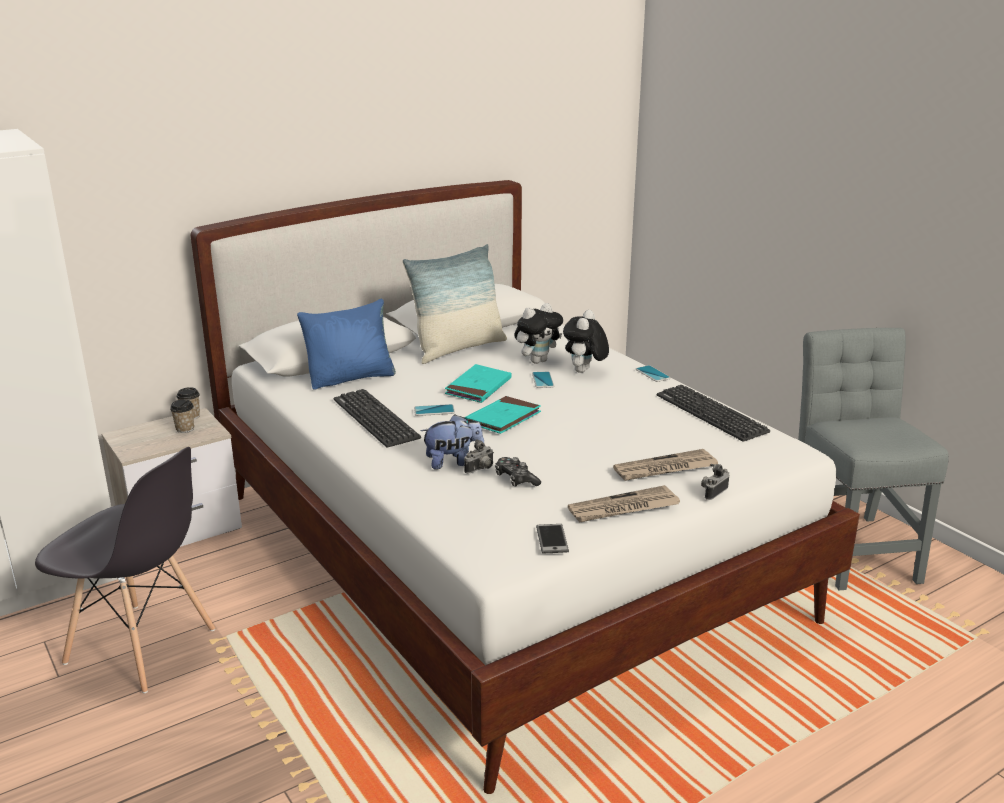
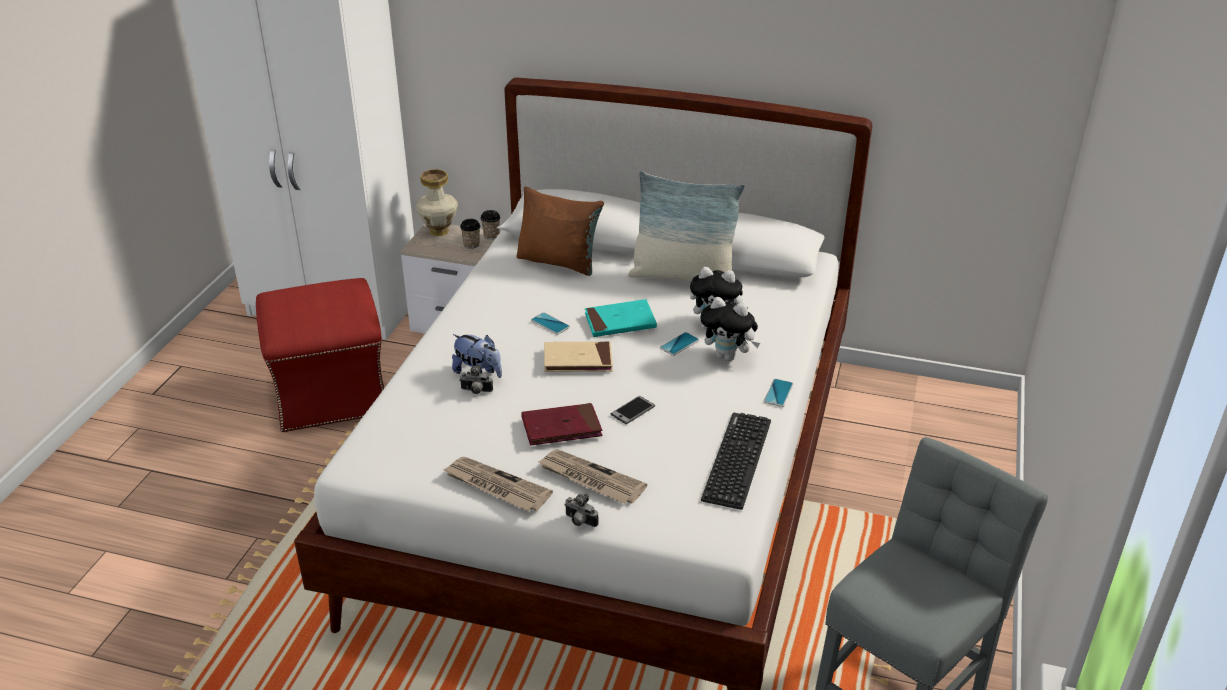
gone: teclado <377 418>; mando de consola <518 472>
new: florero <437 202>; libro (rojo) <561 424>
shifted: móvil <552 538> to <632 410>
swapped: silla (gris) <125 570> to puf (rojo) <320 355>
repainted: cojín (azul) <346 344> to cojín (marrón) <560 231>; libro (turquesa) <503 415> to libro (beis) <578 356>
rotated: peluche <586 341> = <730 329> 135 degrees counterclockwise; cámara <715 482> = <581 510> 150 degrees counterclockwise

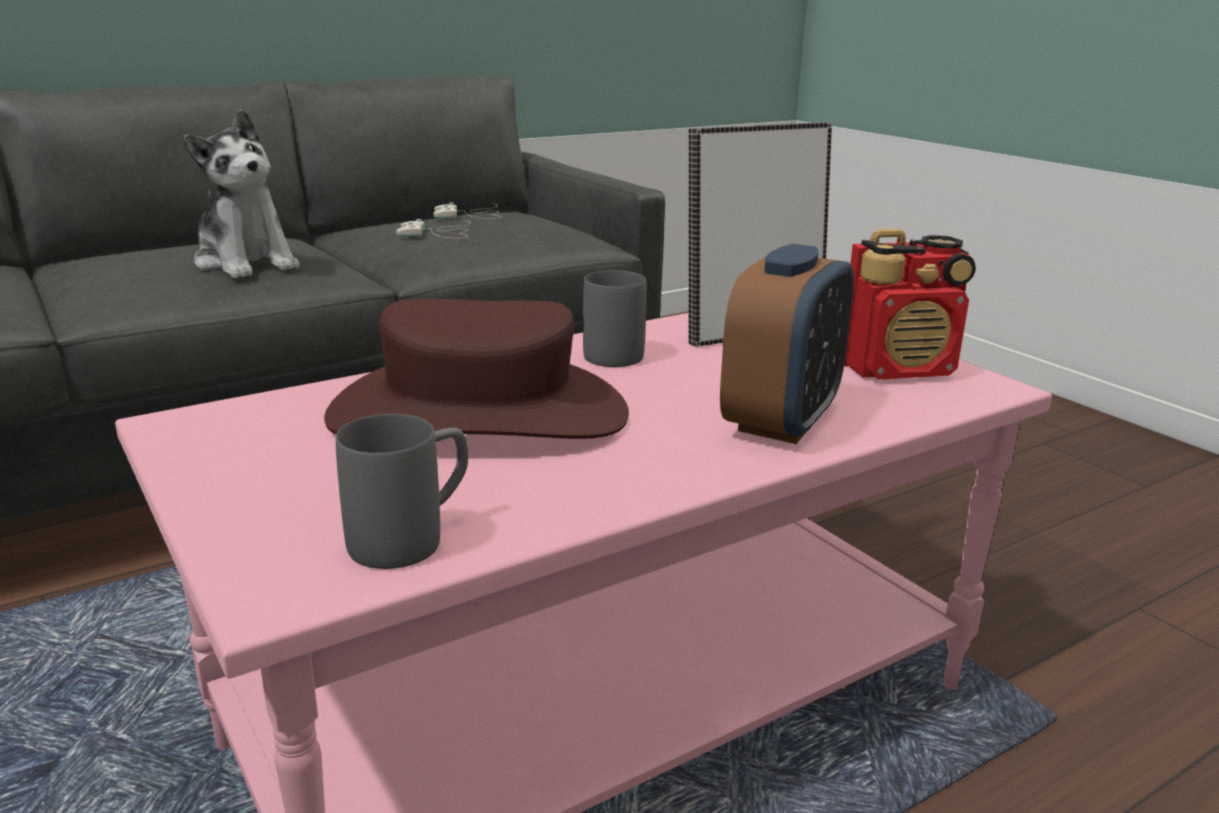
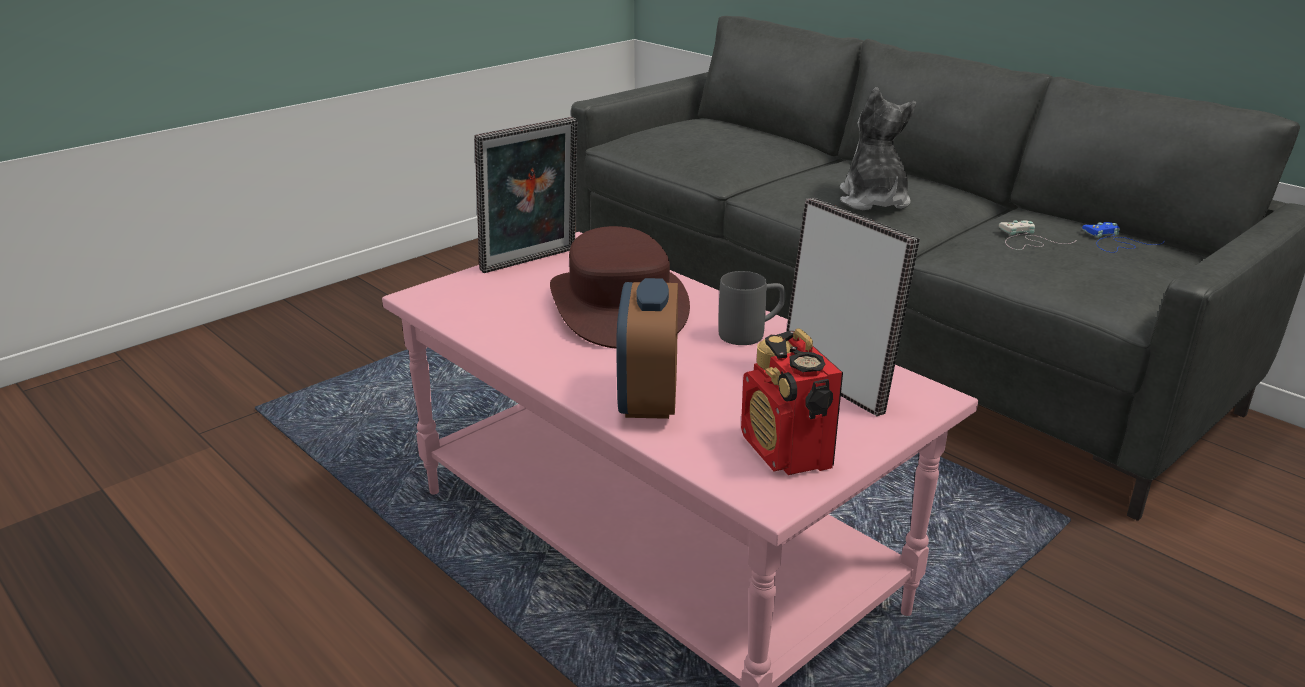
gone: taza grande (gris) <402 491>
new: portarretratos <526 195>
repainted: mando de consola (blanco) <467 210> to mando de consola (azul) <1123 237>
rotated: peluche <242 193> = <878 148> 135 degrees clockwise; despertador <787 344> = <647 348> 75 degrees clockwise

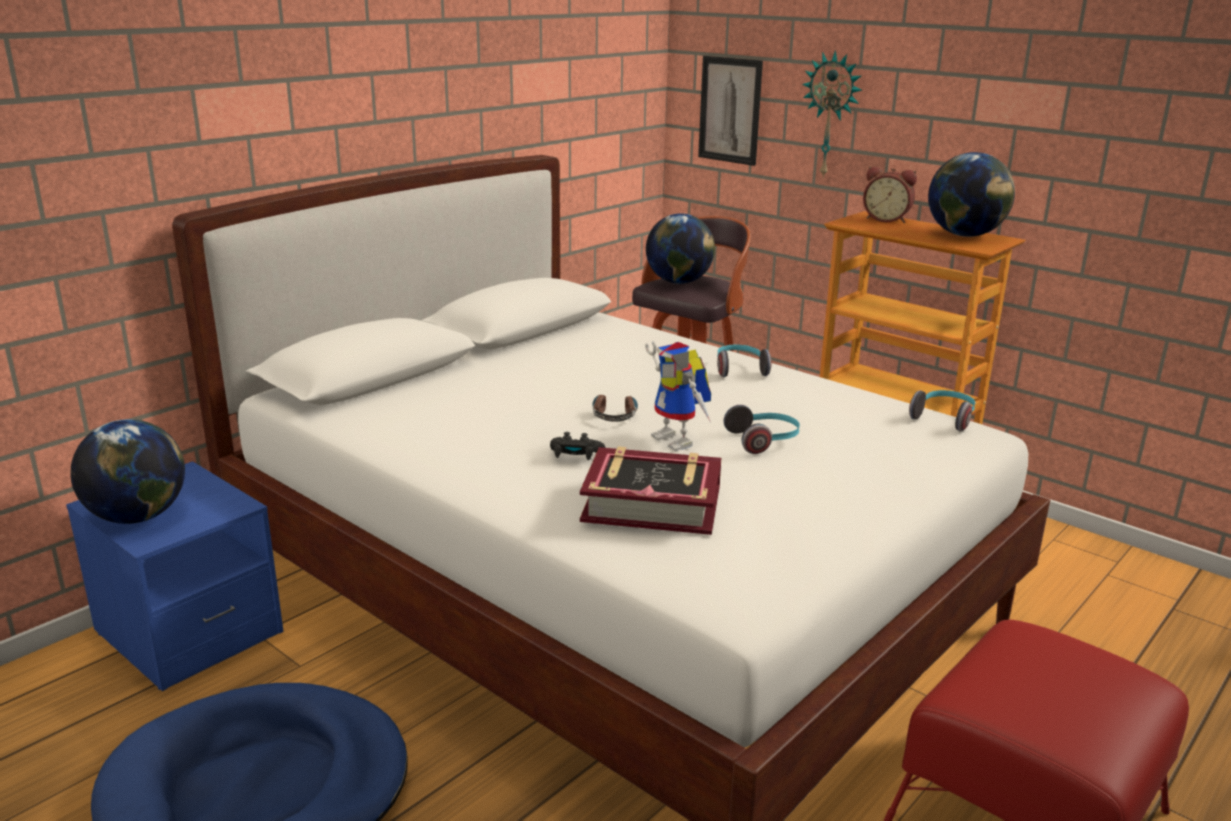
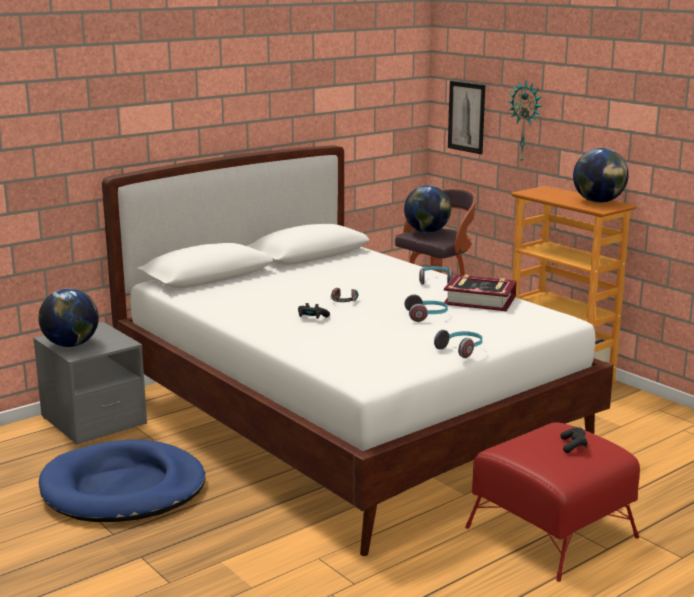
gone: robot de juguete <678 396>; despertador <890 194>
new: mando de consola (negro) <574 440>
shifted: libro <650 490> to <480 293>; auriculares <942 411> to <458 344>
repainted: mesita de noche (azul) <175 576> to mesita de noche (gris) <90 383>

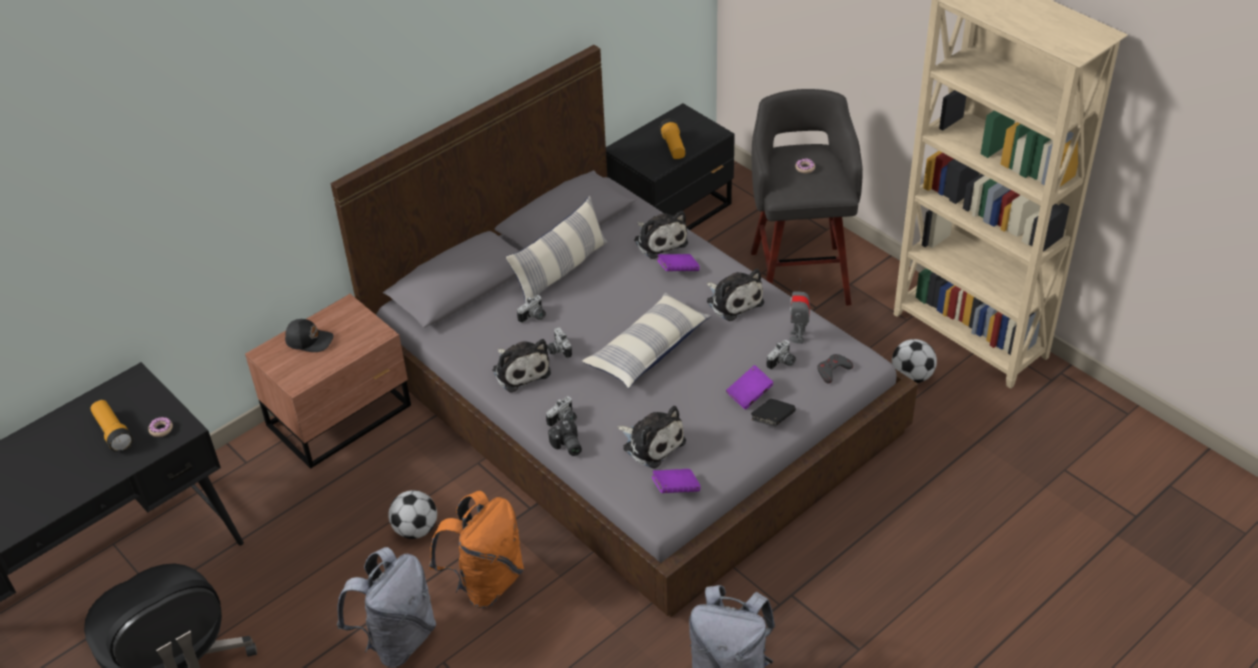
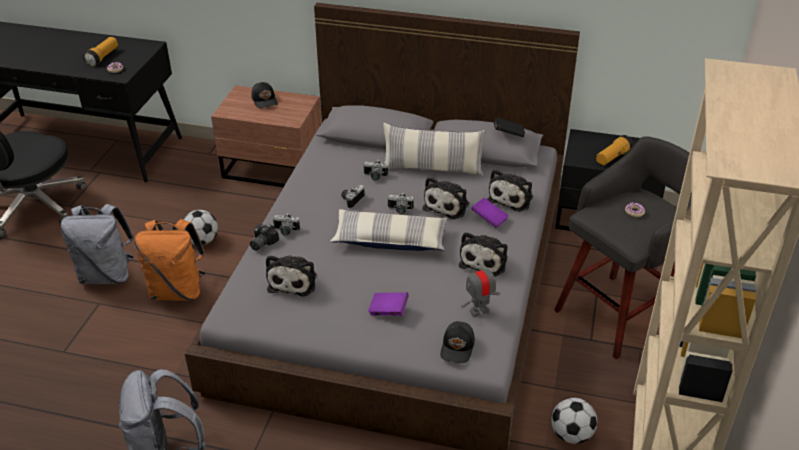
gone: libro (morado) <676 481>
shifted: peluche <522 366> to <446 198>; libro (negro) <773 412> to <509 127>; cámara <781 355> to <401 203>
swapped: mando de consola (gris) <835 368> to gorra (negro) <457 342>

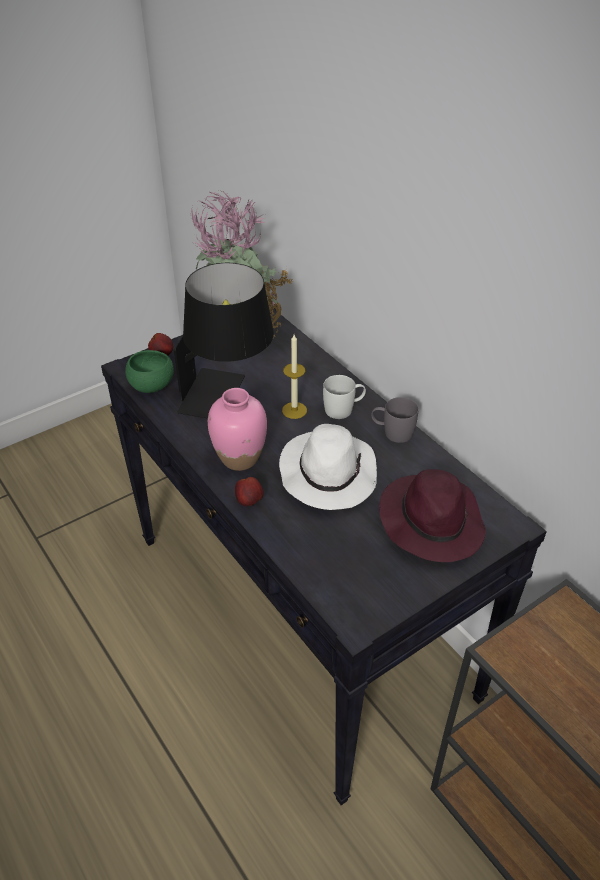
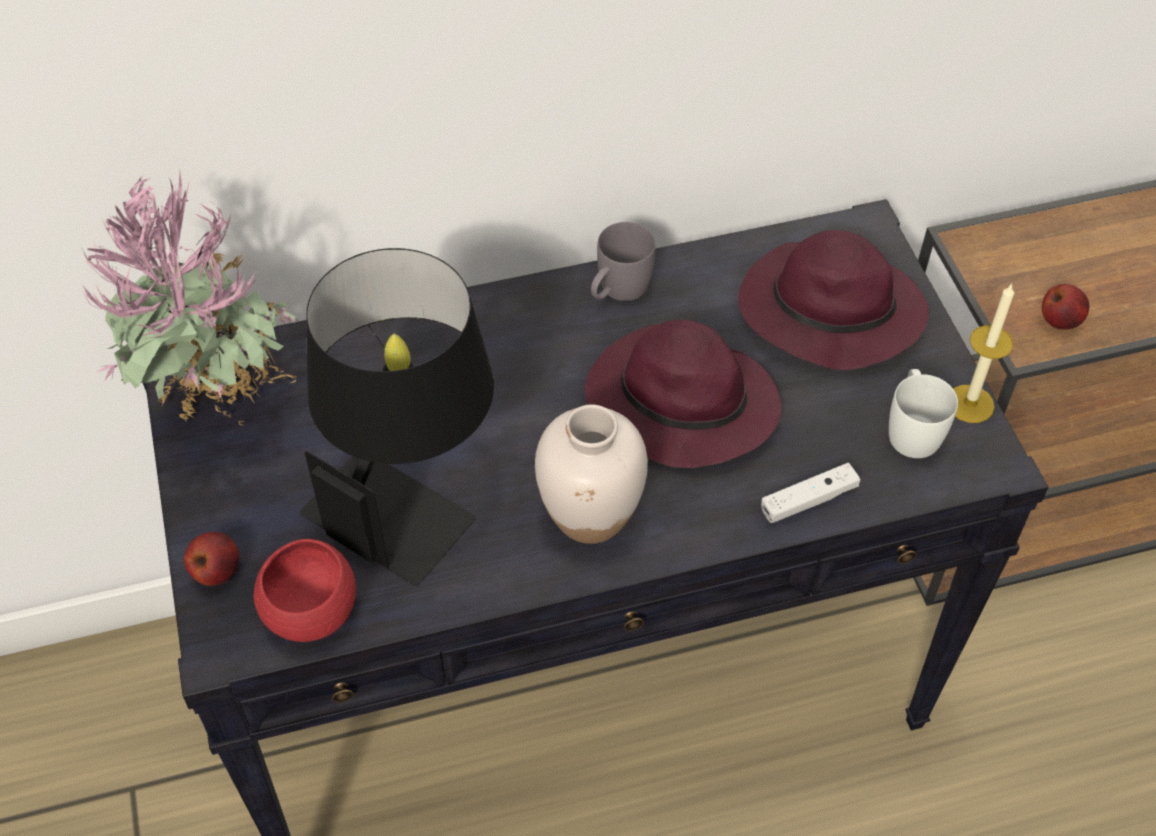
new: mando de consola (blanco) <810 493>
shifted: manzana <249 492> to <1065 307>; vela <294 376> to <983 353>; taza grande (blanco) <344 397> to <923 413>
repainted: cuenco (verde) <149 371> to cuenco (rojo) <305 590>; florero (rosa) <237 429> to florero (blanco) <591 474>; sombrero (blanco) <328 467> to sombrero (morado) <683 394>

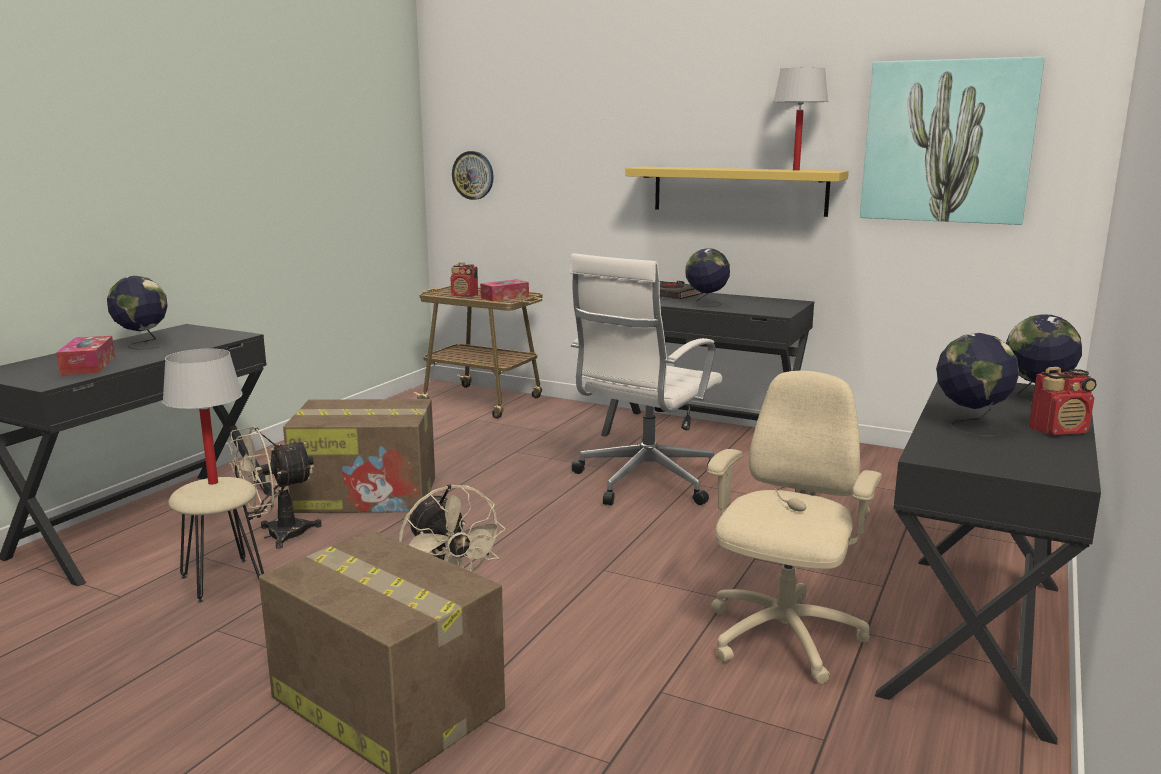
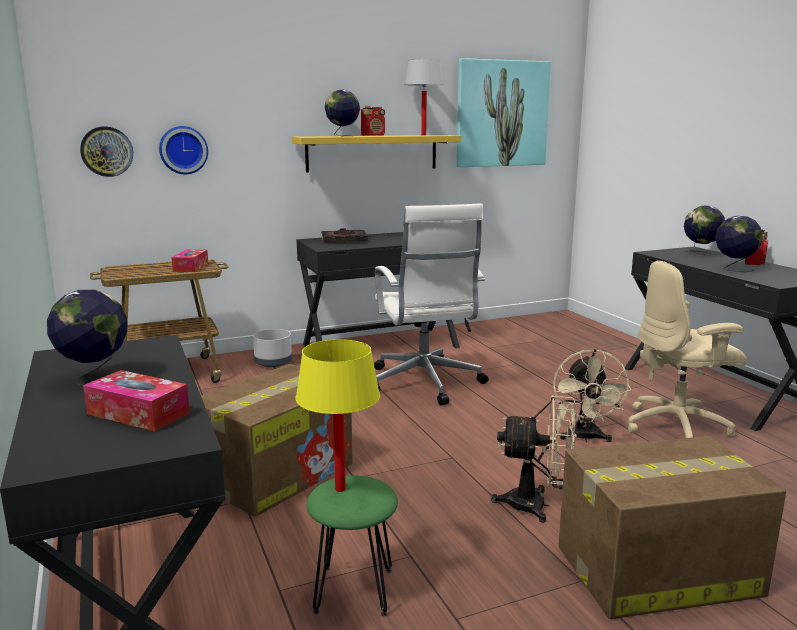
new: reloj de pared <183 150>; maceta (gris) <272 348>
shifted: ventilador (beis) <275 487> to <592 395>; radio <464 279> to <373 121>; globo terráqueo <707 278> to <342 113>
repainted: lámpara de mesa (blanco) <202 417> to lámpara de mesa (amarillo) <338 415>; taburete (beis) <216 540> to taburete (verde) <352 546>
rotated: silla de oficina (beis) <794 527> = <687 349> 75 degrees counterclockwise

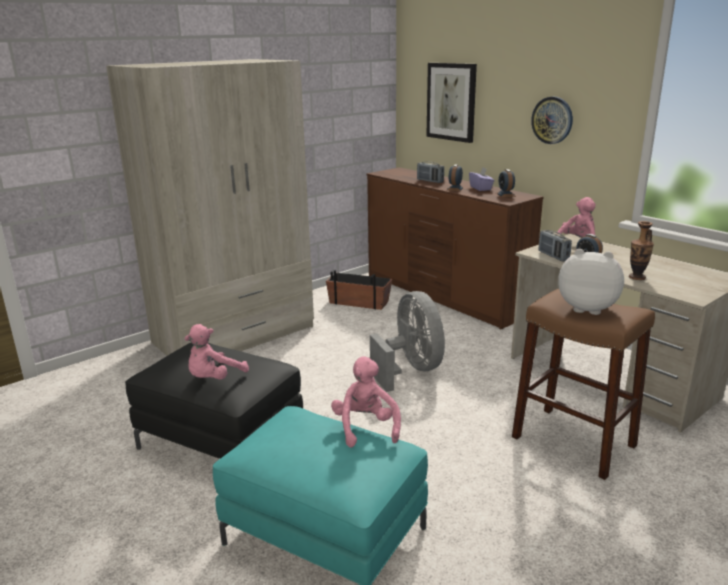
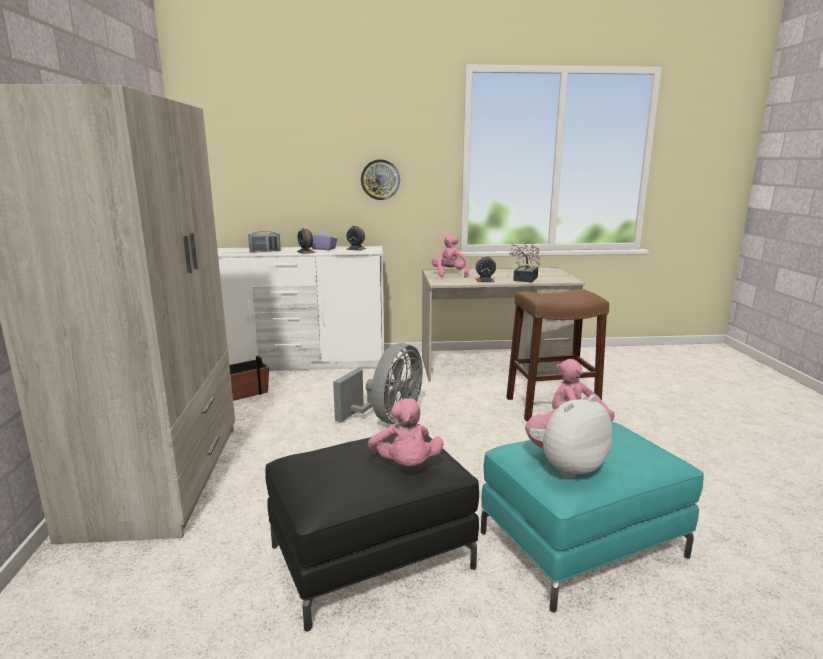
gone: cuadro <451 103>; radio <555 246>
shifted: peluche <591 282> to <568 436>
swapped: florero <641 250> to planta en maceta <525 262>
repainted: cómoda (marrón) <455 248> to cómoda (blanco) <300 308>
rotated: ventilador (gris) <407 341> = <378 383> 105 degrees clockwise

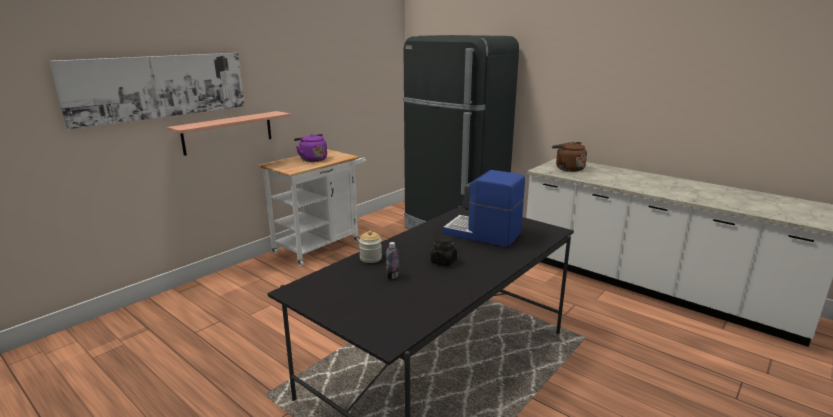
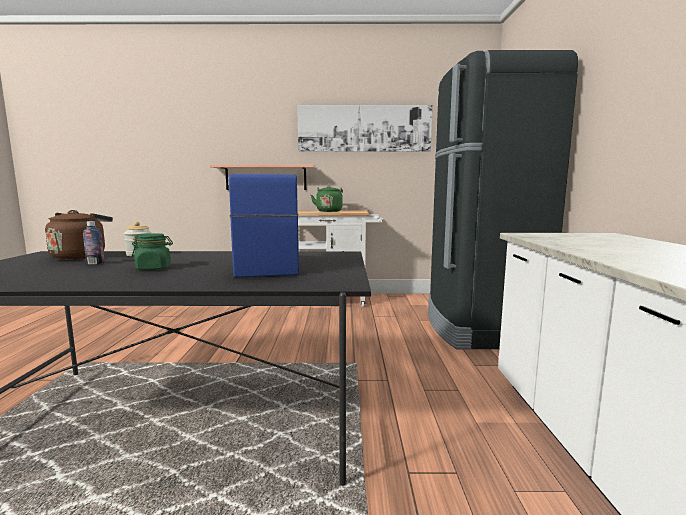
shifted: cuadro <147 91> to <364 128>; hervidor (marrón) <569 157> to <79 235>
repainted: hervidor (morado) <310 148> to hervidor (verde) <327 199>; tarro (negro) <443 250> to tarro (verde) <152 251>

